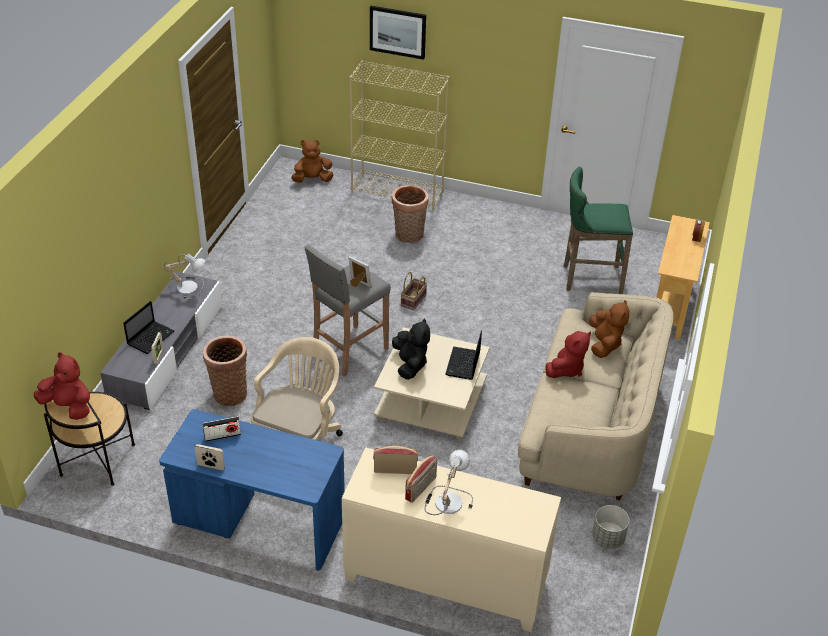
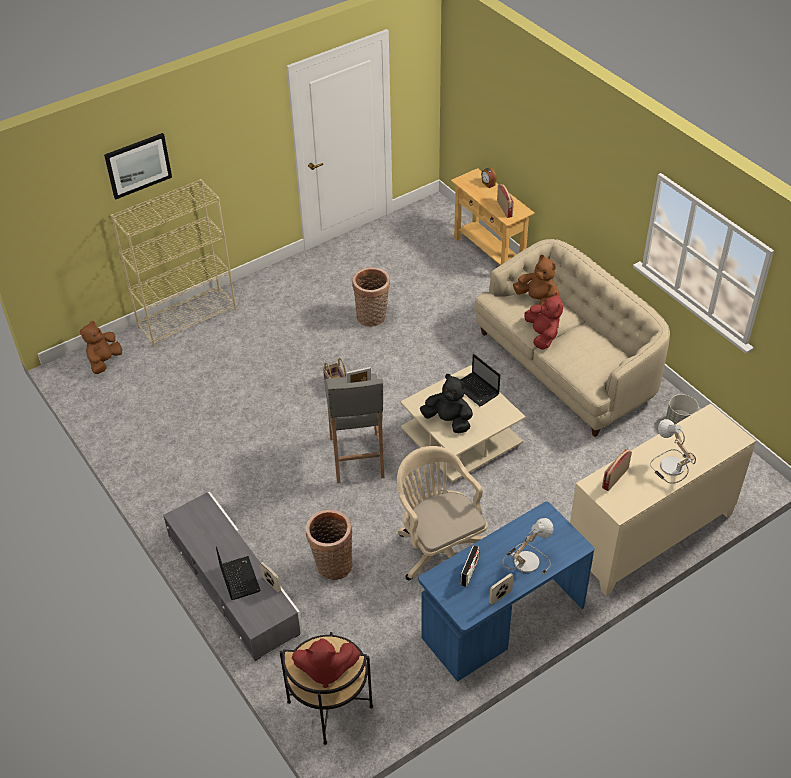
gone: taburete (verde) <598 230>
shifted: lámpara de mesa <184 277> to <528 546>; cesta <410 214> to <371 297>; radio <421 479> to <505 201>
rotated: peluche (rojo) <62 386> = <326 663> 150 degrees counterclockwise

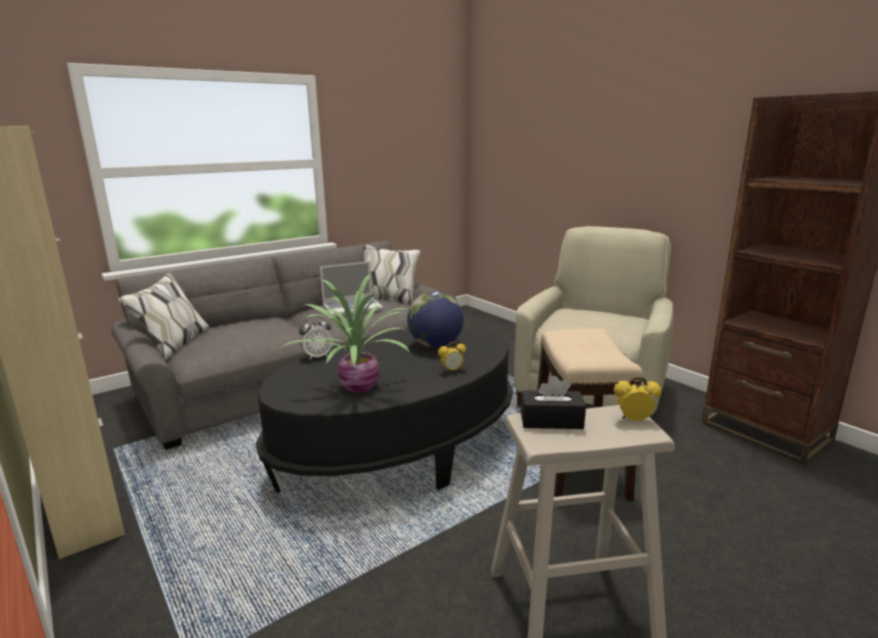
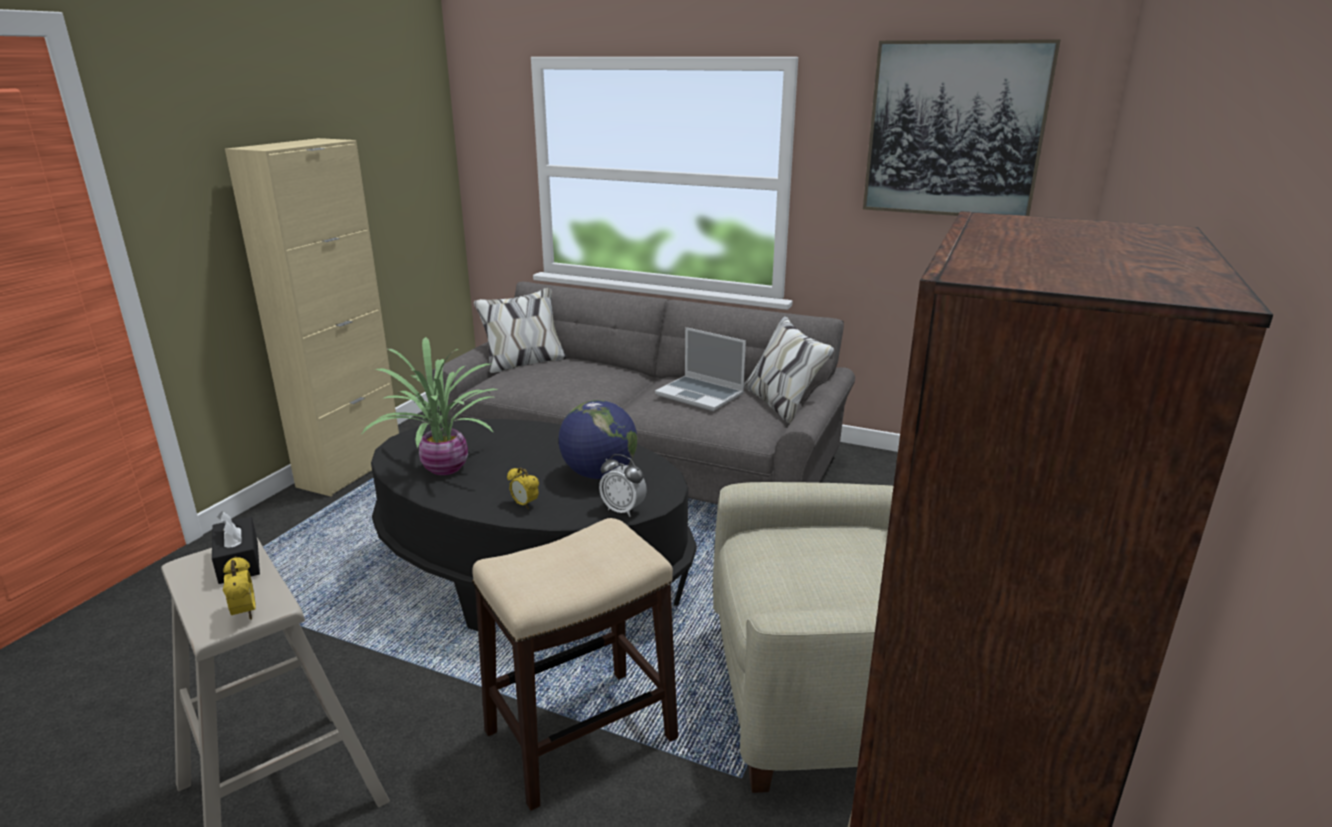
new: cuadro <961 127>
shifted: despertador <316 338> to <623 485>

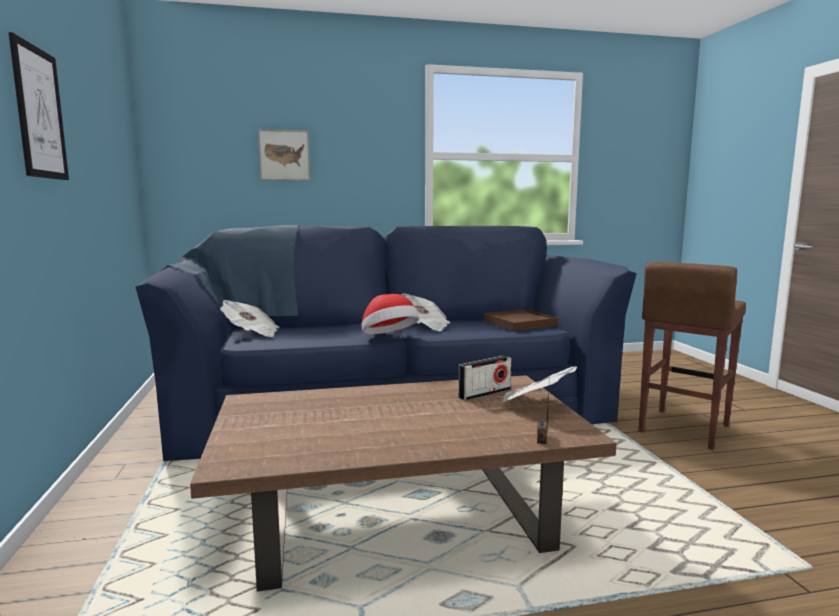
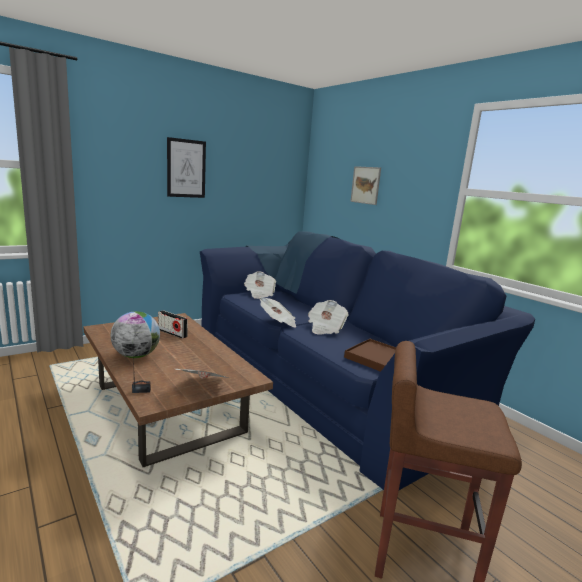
new: globo terráqueo <135 334>
shifted: radio <485 378> to <173 324>
swapped: sombrero <390 314> to periódico <277 312>

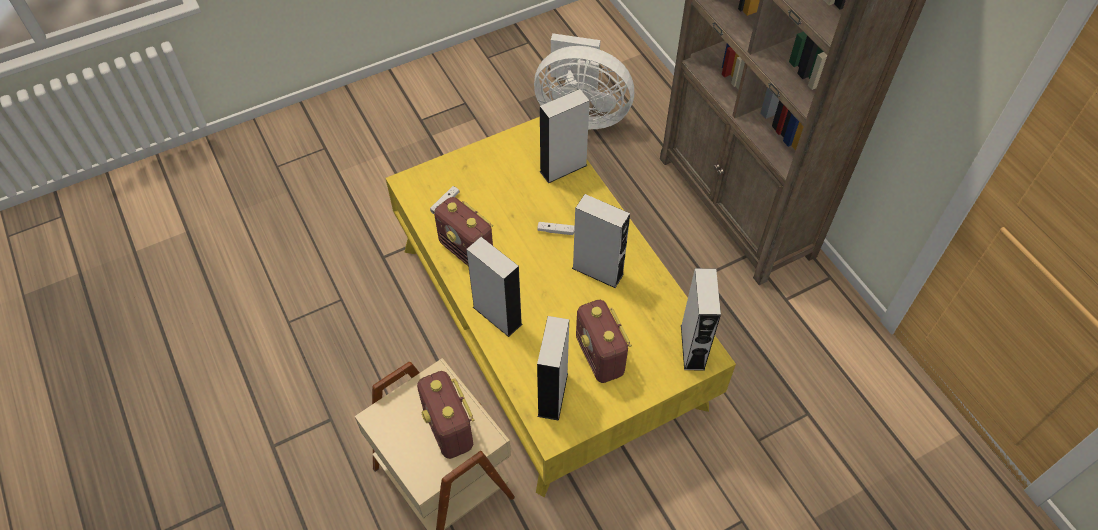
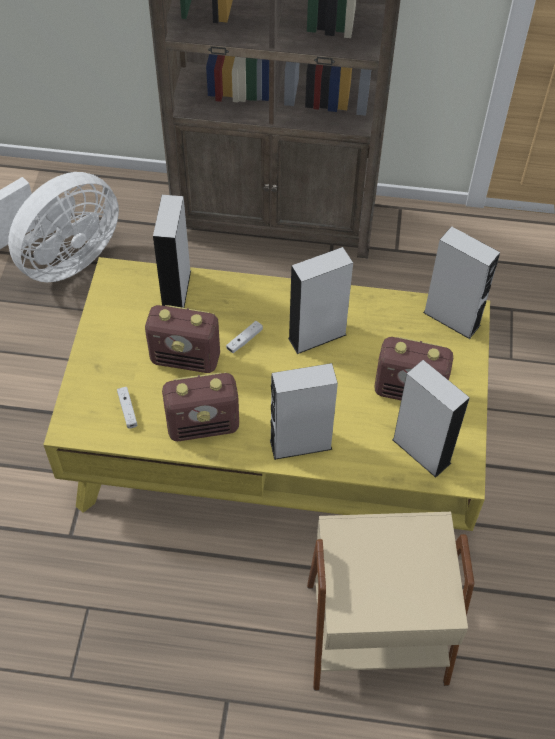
shifted: radio <446 415> to <182 339>

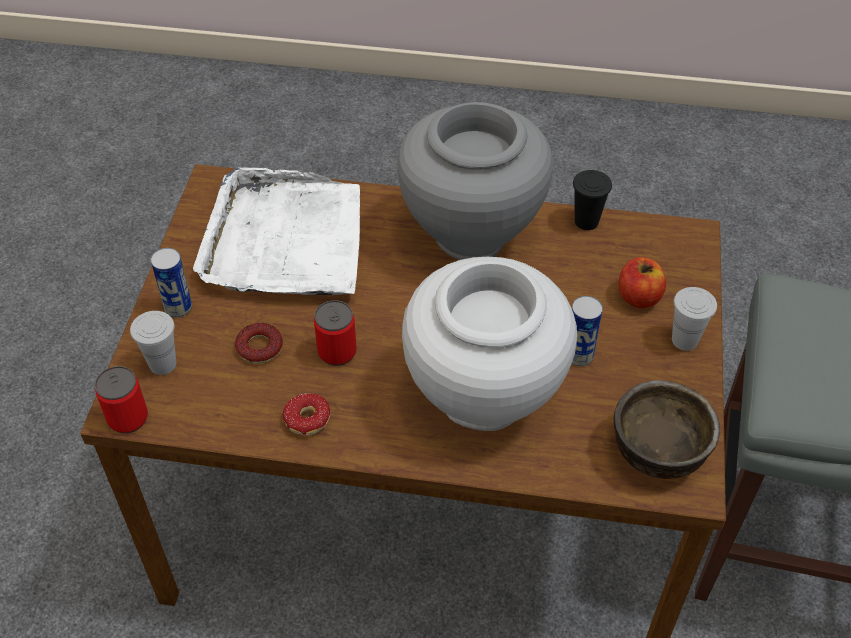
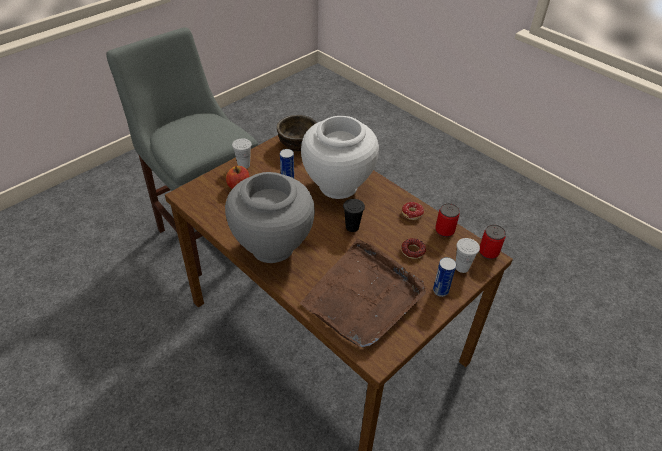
shifted: lata <335 333> to <447 220>; taza (negro) <592 200> to <354 215>
repainted: bandeja (blanco) <276 231> to bandeja (marrón) <363 293>

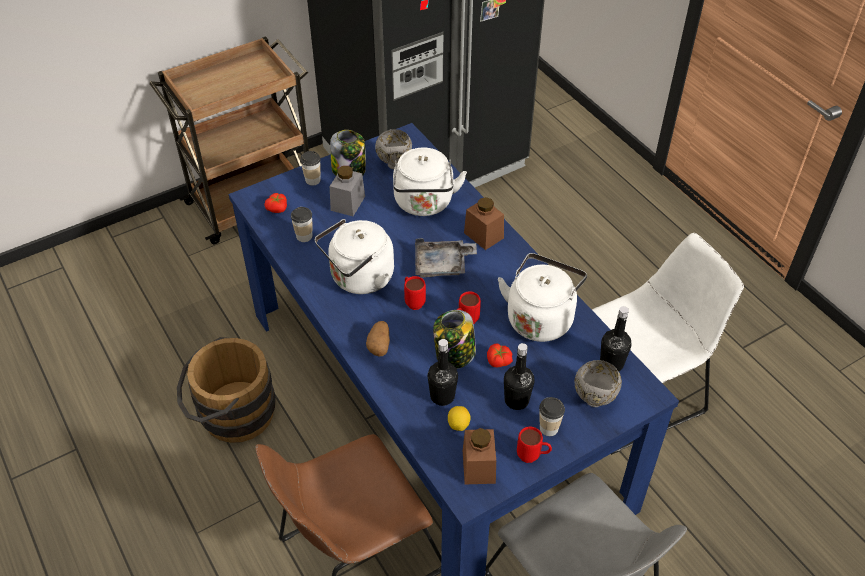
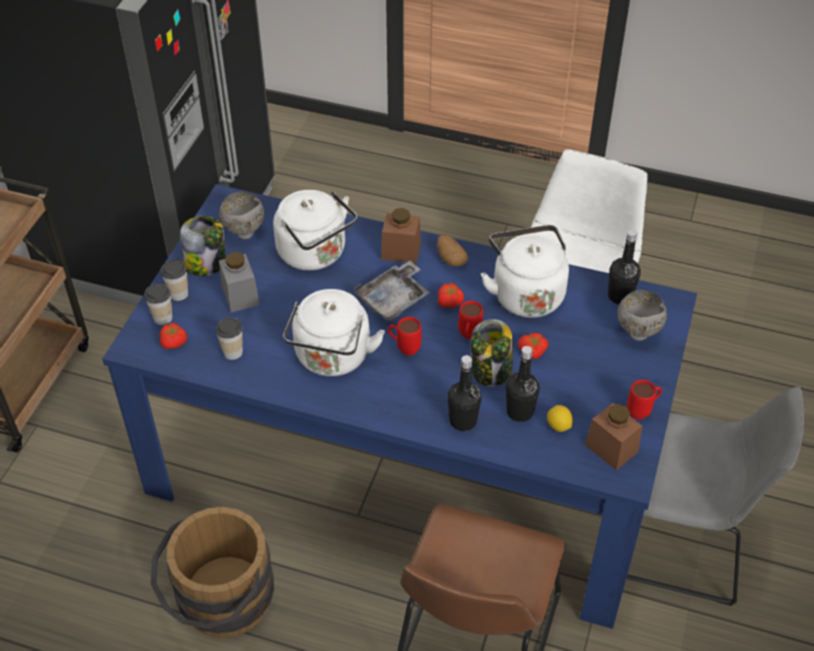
new: tomate <451 295>
shifted: patata <378 338> to <452 250>; botella (negro) <519 376> to <464 393>; taza <552 416> to <159 304>

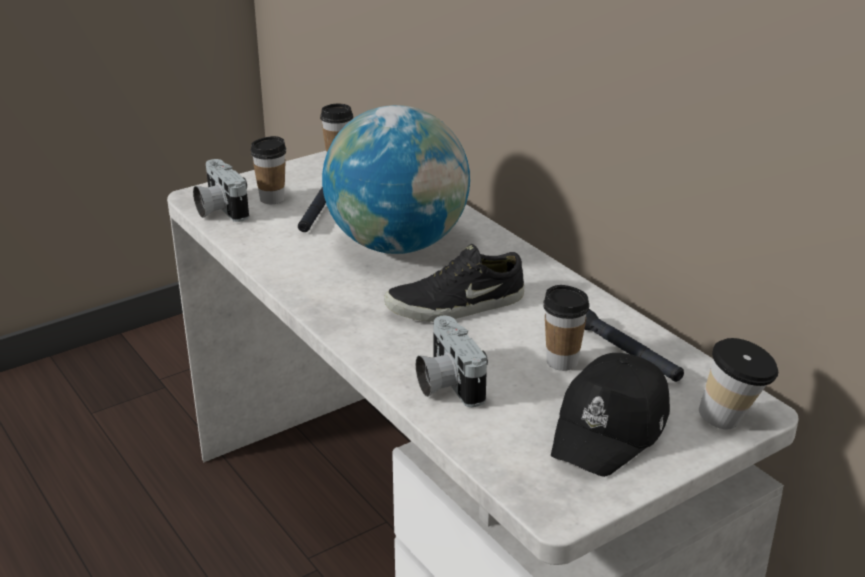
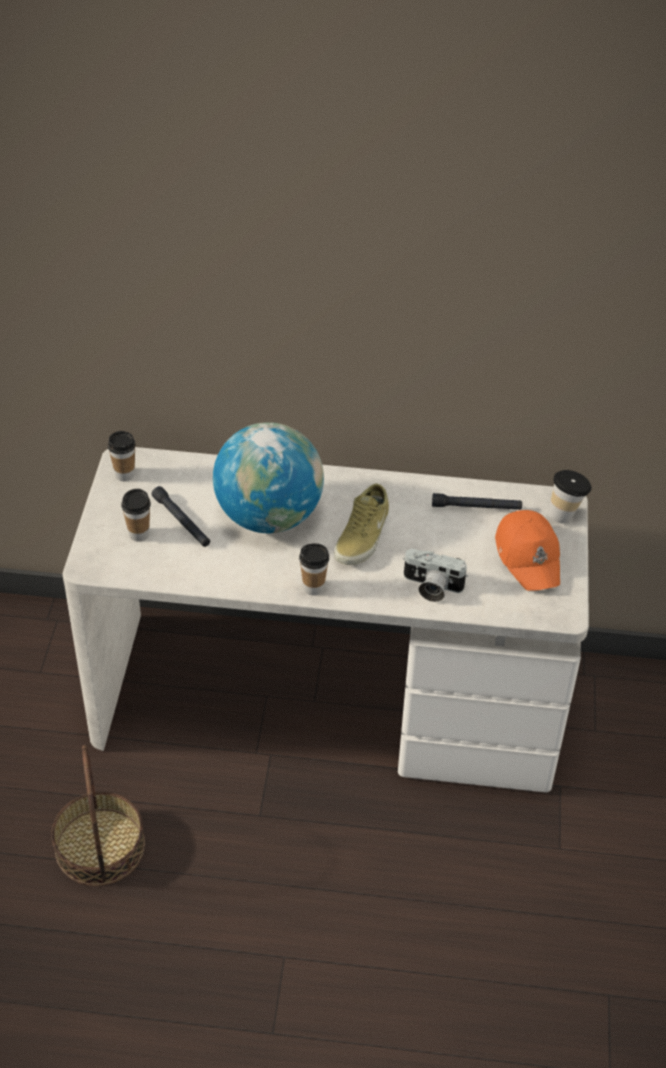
gone: cámara <221 190>
new: cesta <98 815>
shifted: taza <566 328> to <314 569>
repainted: zapato (negro) <454 283> to zapato (beis) <361 524>; gorra (negro) <610 415> to gorra (naranja) <527 550>

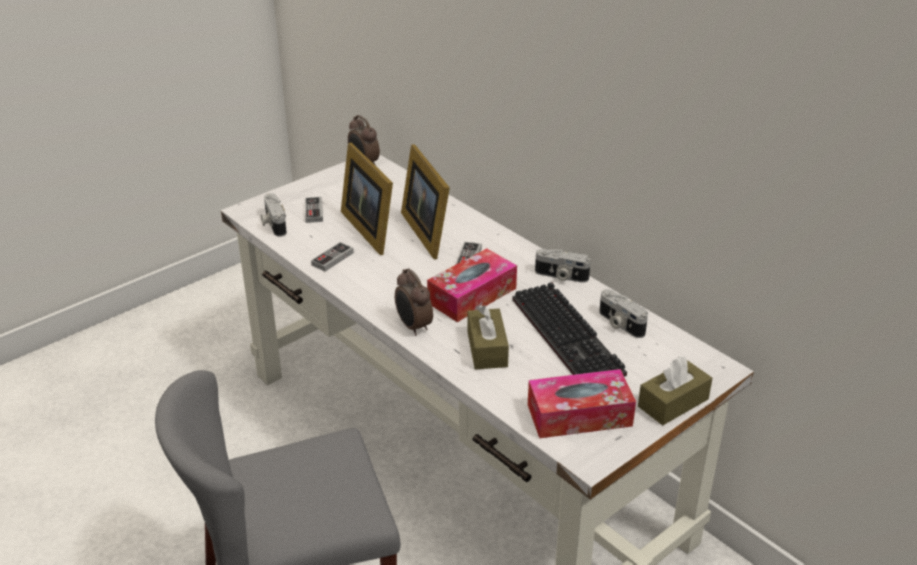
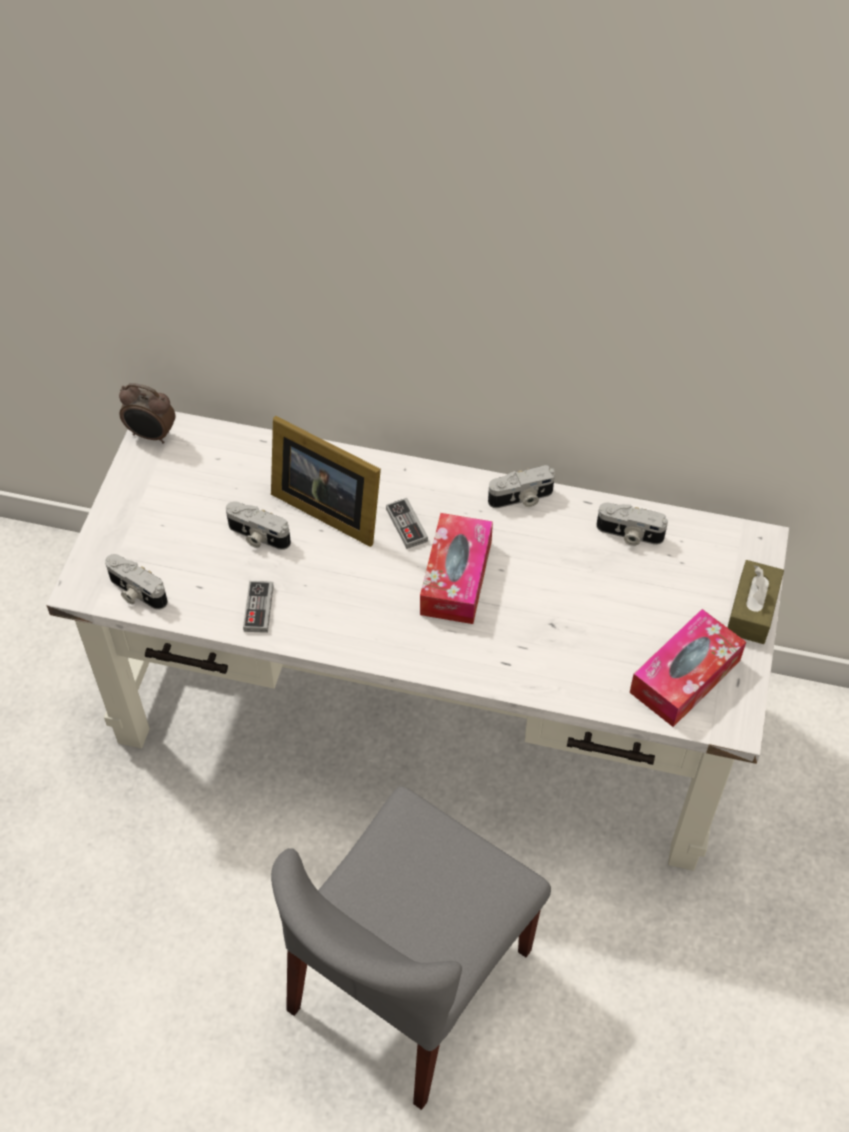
gone: mando de consola <314 210>; despertador <414 302>; caja de pañuelos (marrón) <488 337>; teclado <569 329>
swapped: portarretratos <367 199> to cámara <258 526>

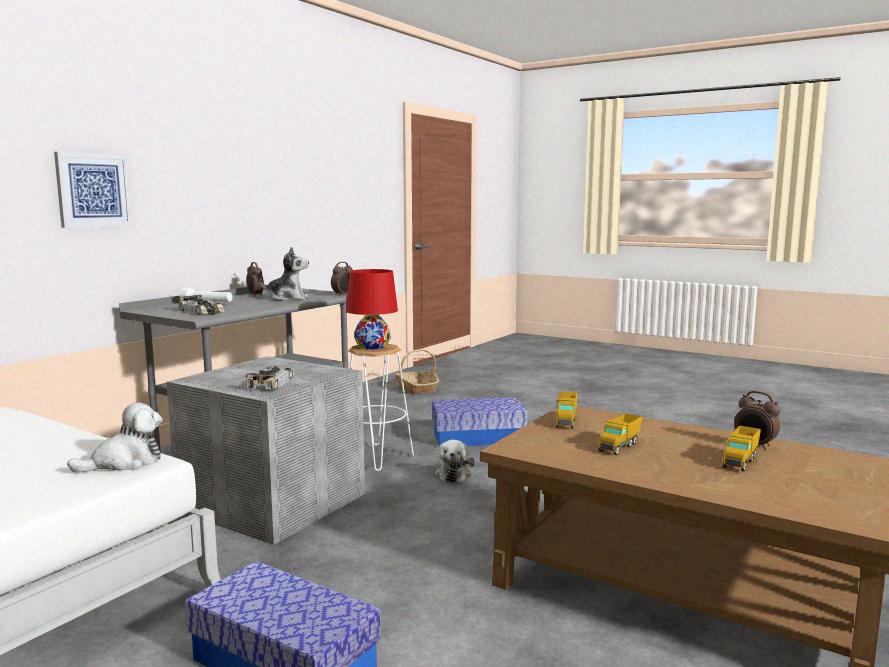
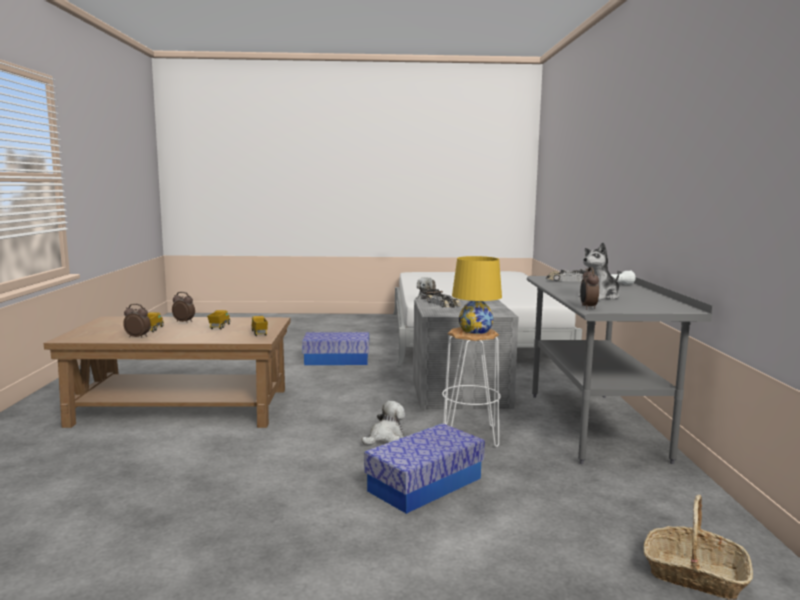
gone: cuadro <93 190>
shifted: despertador <255 279> to <183 307>
repainted: lámpara de mesa (rojo) <372 309> to lámpara de mesa (amarillo) <477 295>
rotated: peluche <454 461> = <383 423> 75 degrees clockwise

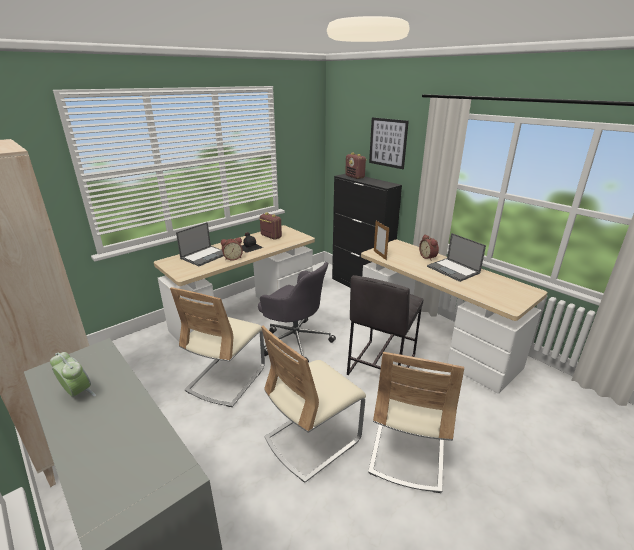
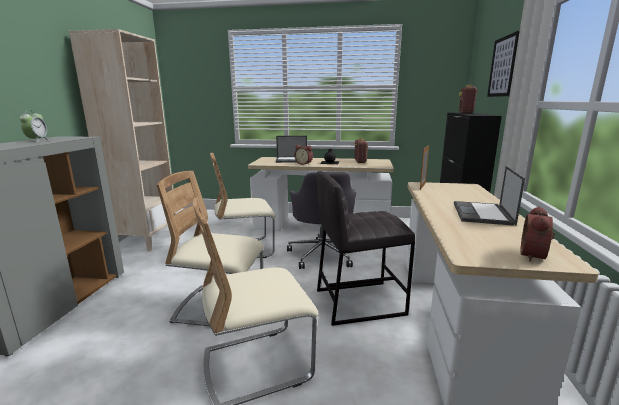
shifted: despertador <429 247> to <537 234>

